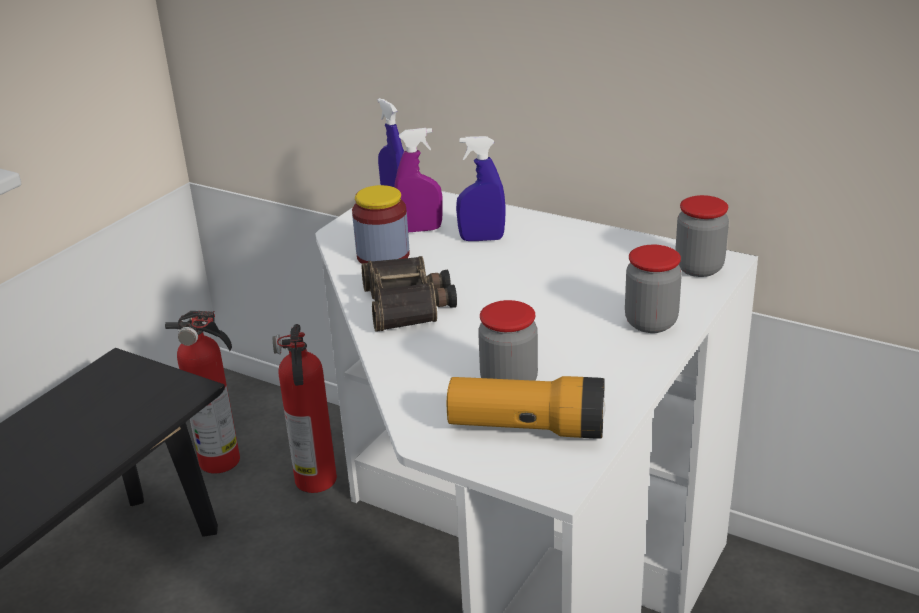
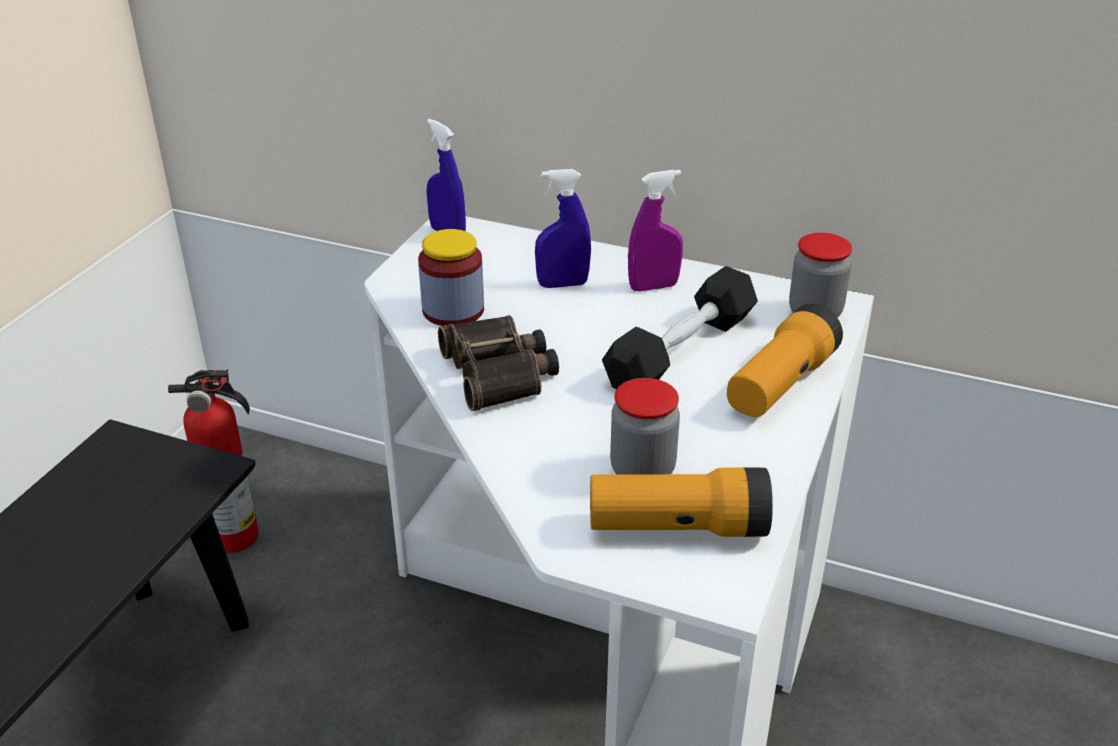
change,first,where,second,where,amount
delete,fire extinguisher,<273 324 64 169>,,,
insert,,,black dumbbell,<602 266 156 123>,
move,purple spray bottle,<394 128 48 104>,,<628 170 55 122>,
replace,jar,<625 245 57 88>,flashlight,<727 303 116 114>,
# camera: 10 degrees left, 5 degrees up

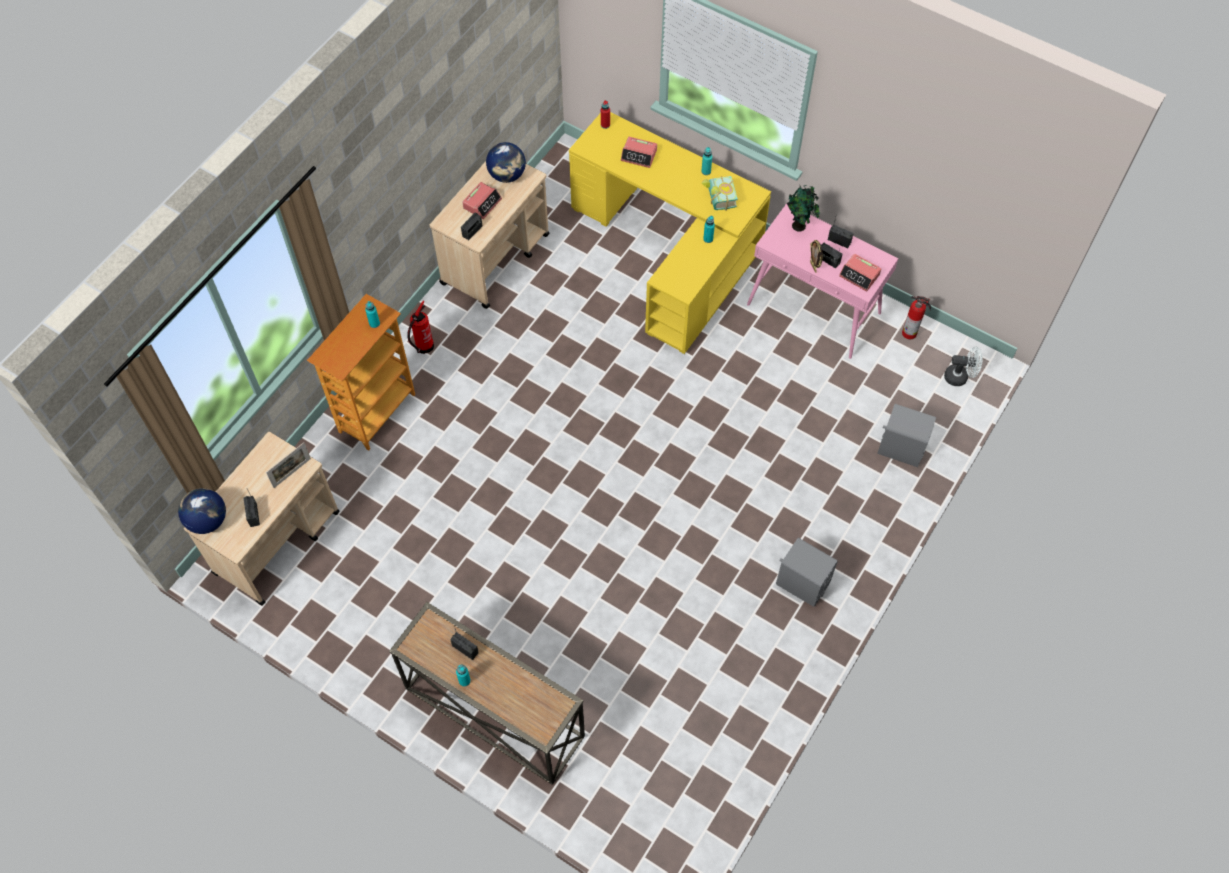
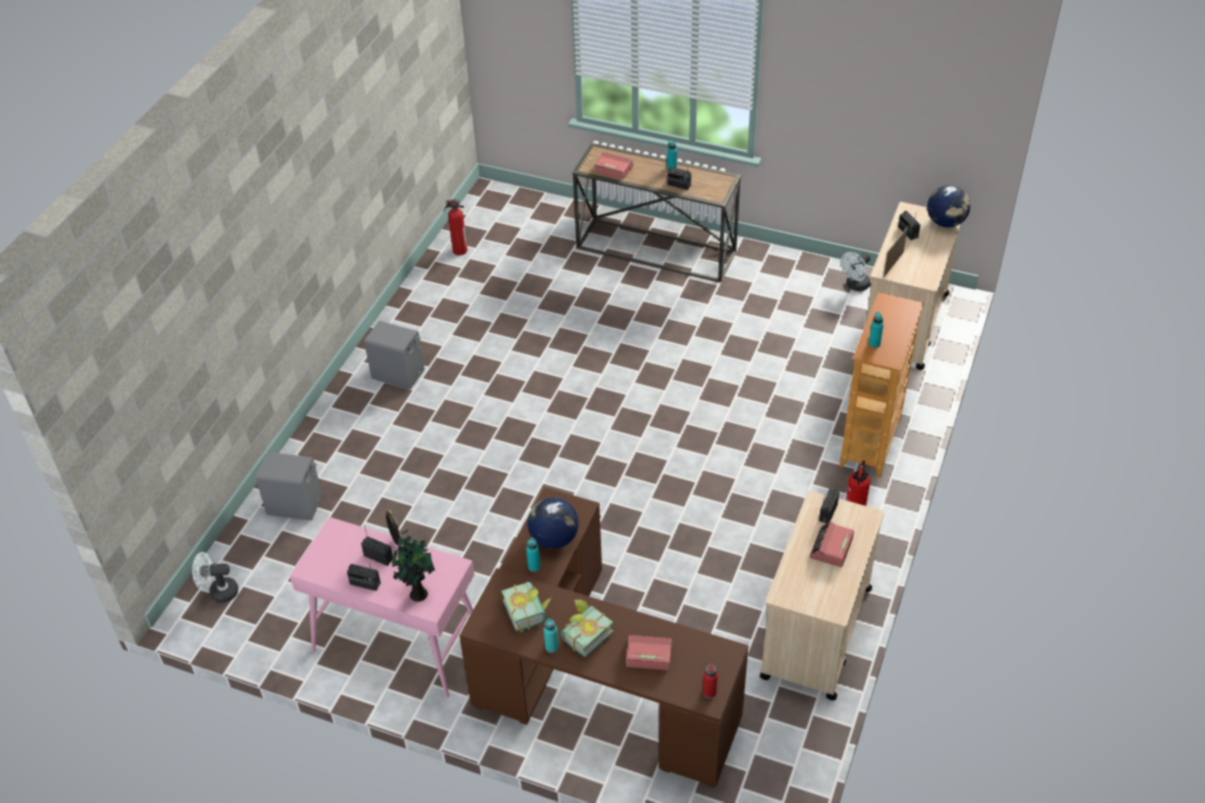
change,first,where,second,where,amount
insert,,,book,<561 600 53 57>,
insert,,,white fan,<841 252 30 39>,
move,globe,<486 142 40 41>,,<527 497 52 52>,
move,alarm clock,<839 254 42 38>,,<595 152 39 28>,
move,fire extinguisher,<902 296 29 43>,,<444 199 23 56>,
recolor,yellow desk,<569 112 202 242>,brown desk,<459 487 290 301>,
# camera: 170 degrees right, 15 degrees down

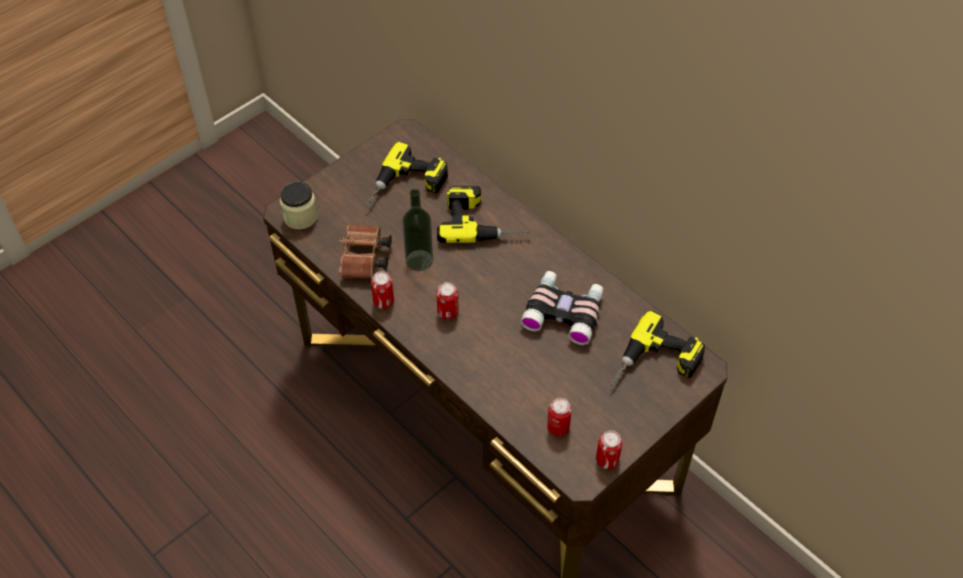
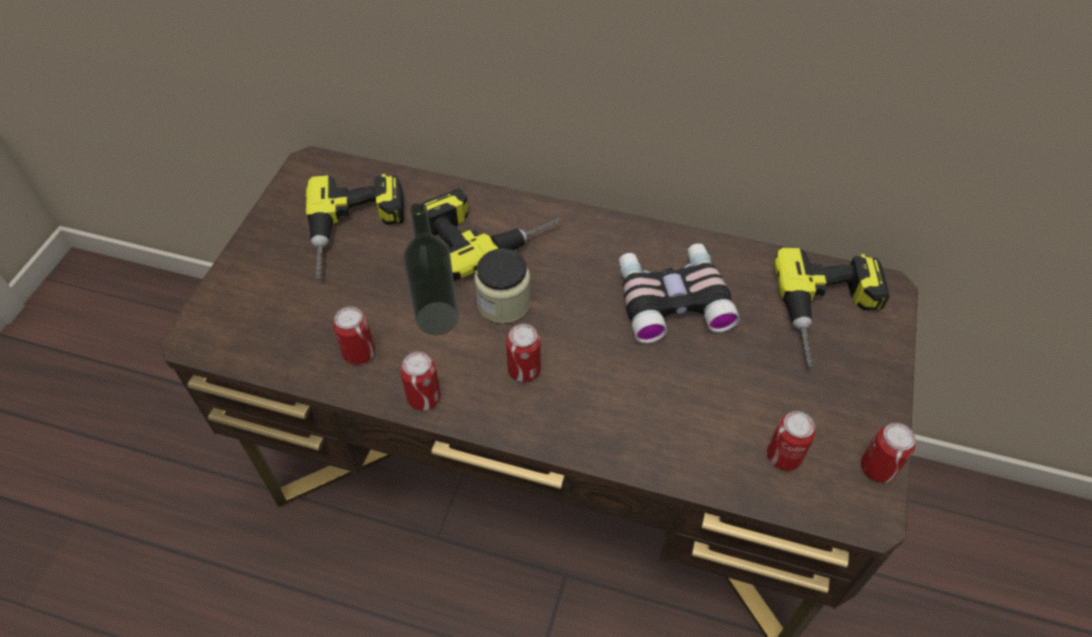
change,first,where,second,where,amount
move,jar,<280 182 38 48>,,<474 248 57 76>,
replace,brown binoculars,<339 224 53 55>,can,<333 307 42 58>,
# camera: 30 degrees left, 0 degrees up

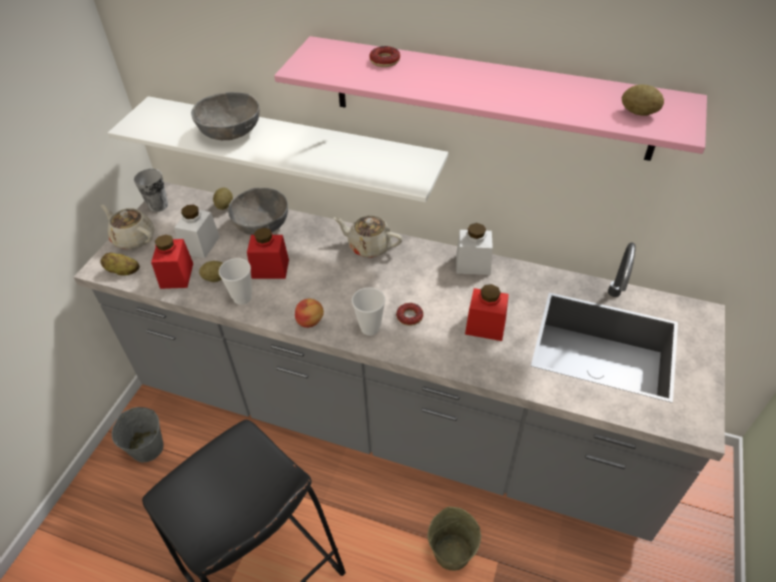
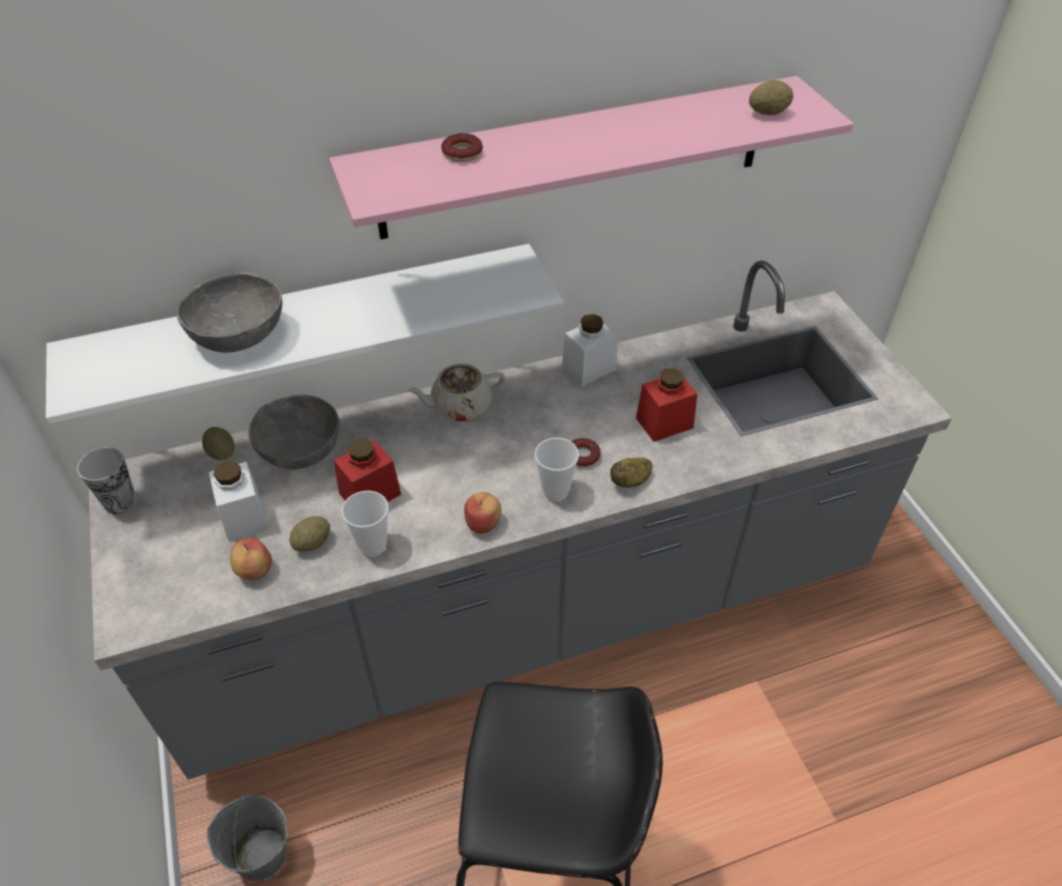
change,first,where,second,where,amount
delete,beige teapot,<101 205 53 44>,,,
delete,beige bucket,<428 507 53 64>,,,
move,potato,<100 253 40 22>,,<610 458 43 30>,
replace,red jar,<151 235 42 54>,apple,<230 538 42 42>,
# camera: 40 degrees left, 0 degrees up

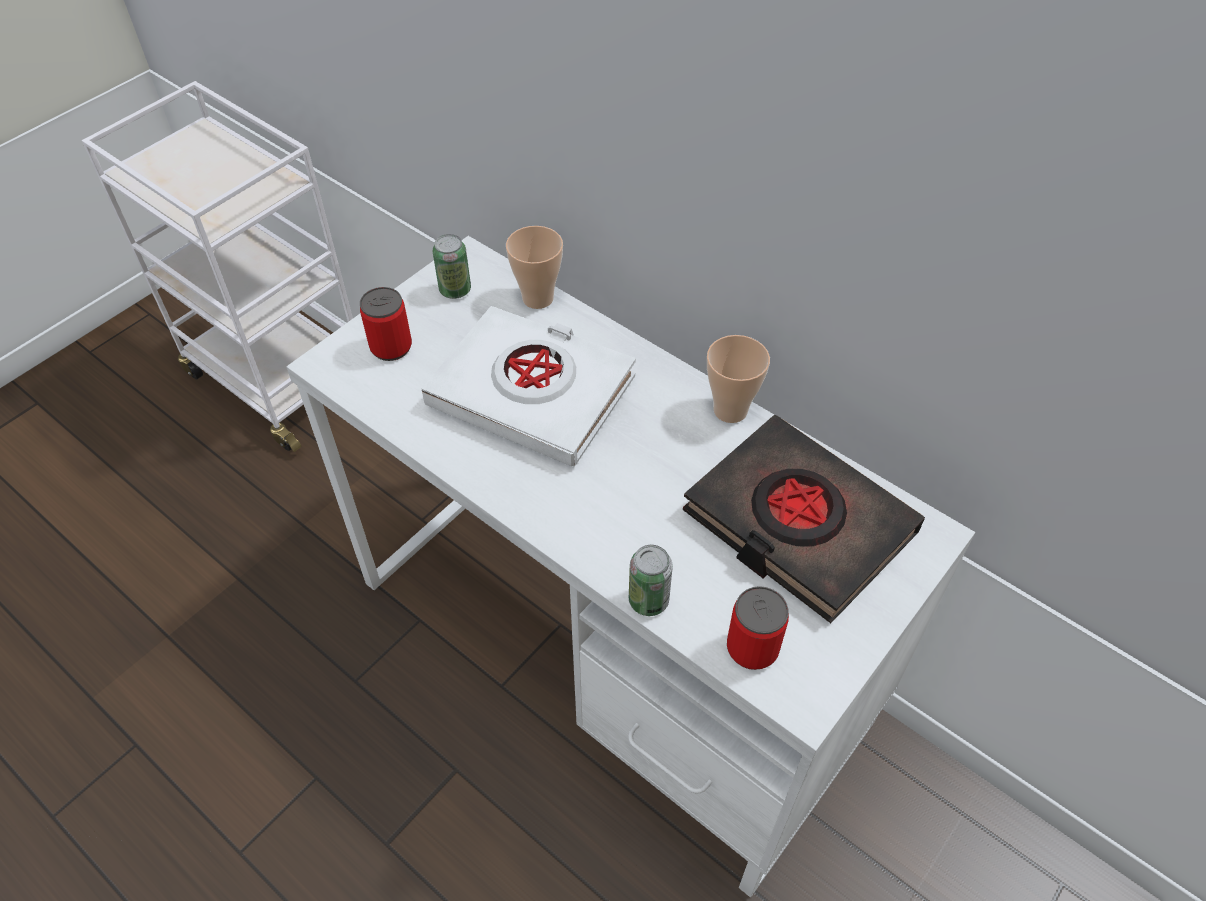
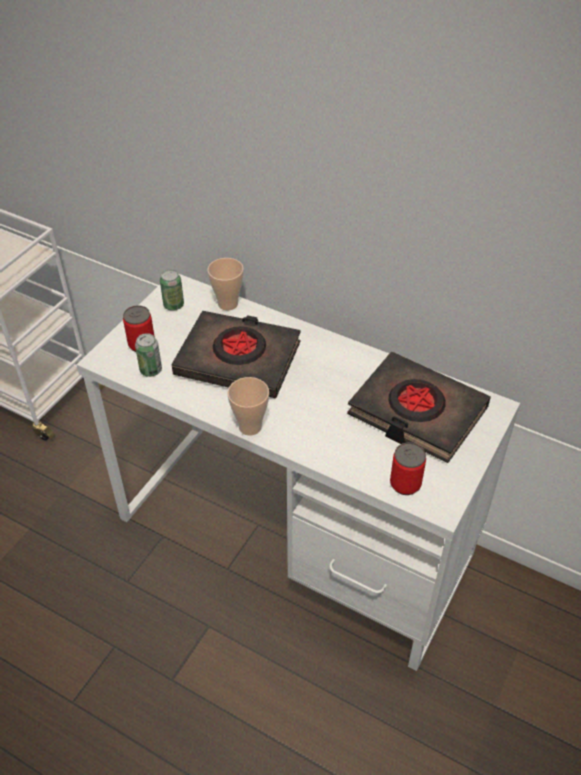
change,first,where,second,where,amount
move,can,<629 545 44 71>,,<135 333 27 44>,
move,cup,<707 335 63 88>,,<228 377 41 59>,
recolor,white book,<421 306 215 161>,black book,<171 311 130 87>,
# camera: 10 degrees left, 5 degrees down

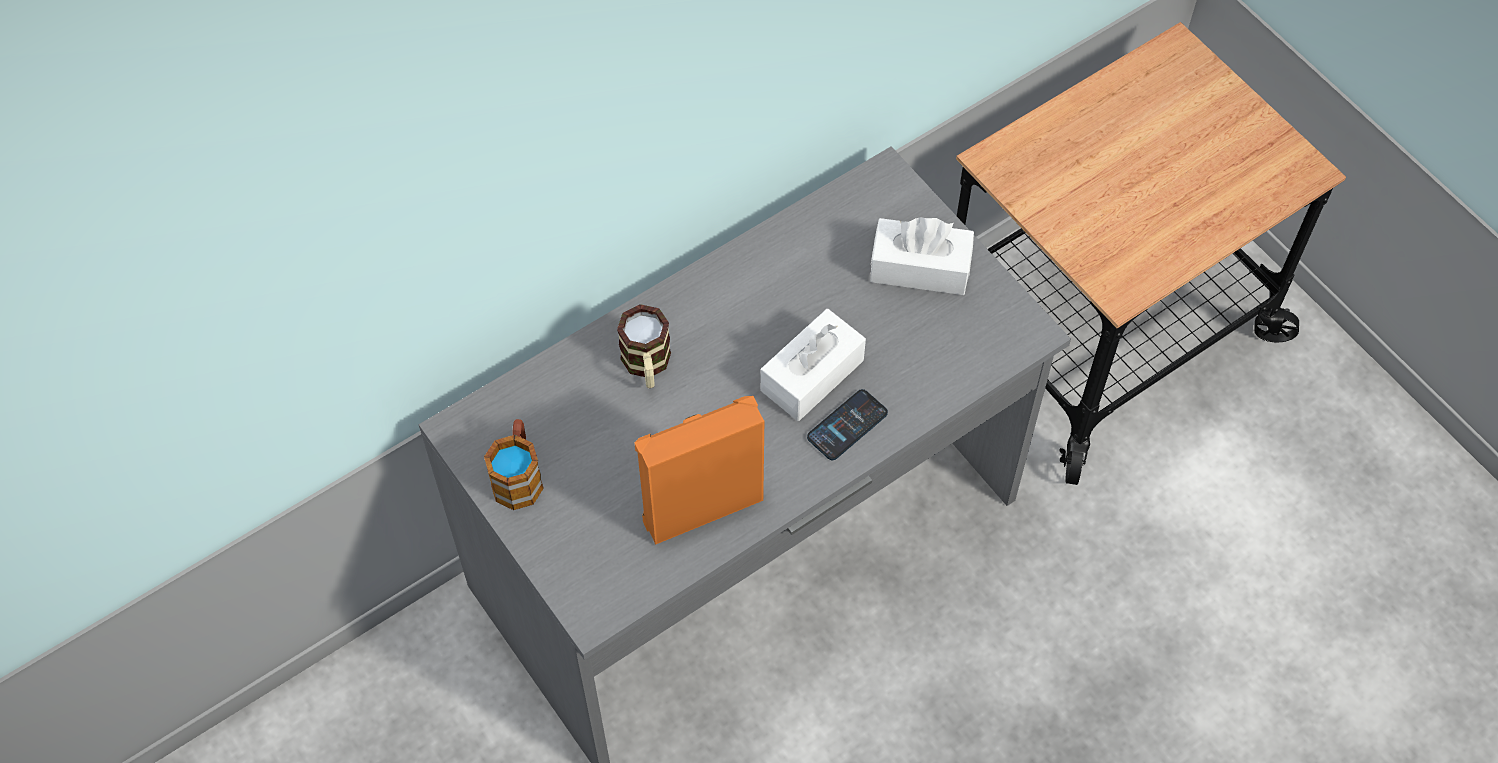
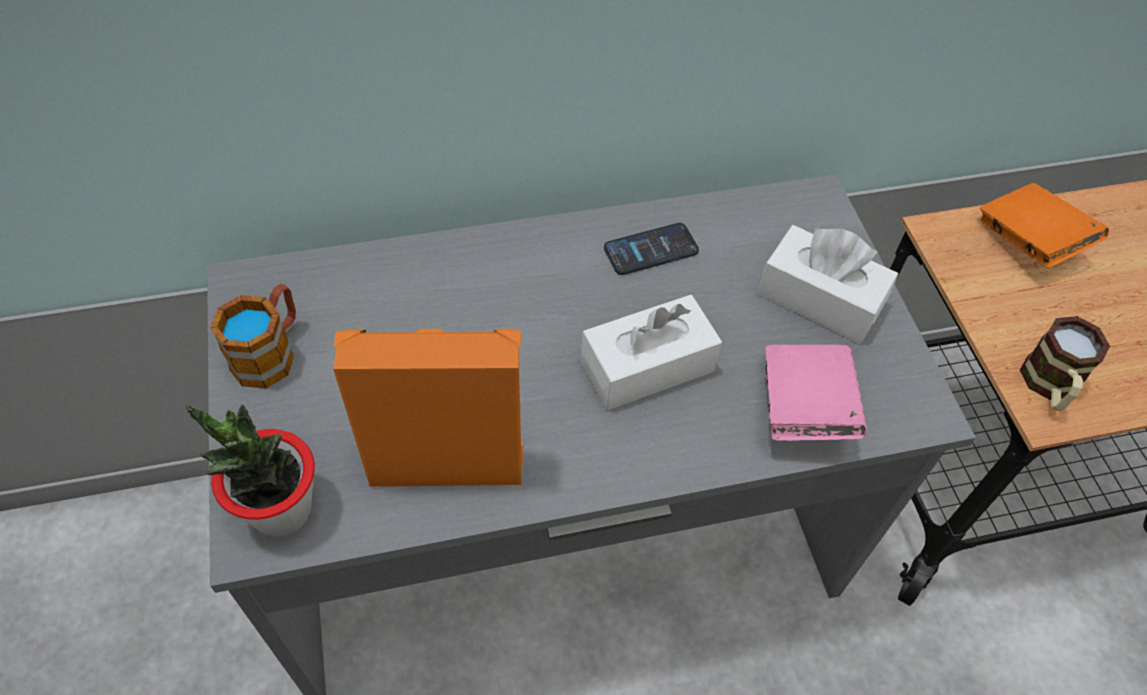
change,first,where,second,where,amount
insert,,,potted plant,<186 405 129 132>,
insert,,,pink book,<765 345 102 96>,
insert,,,orange book,<980 183 129 85>,
move,mug,<617 304 54 84>,,<1020 316 90 95>,
move,phone,<807 389 81 71>,,<604 223 95 52>,
# camera: 20 degrees right, 5 degrees down

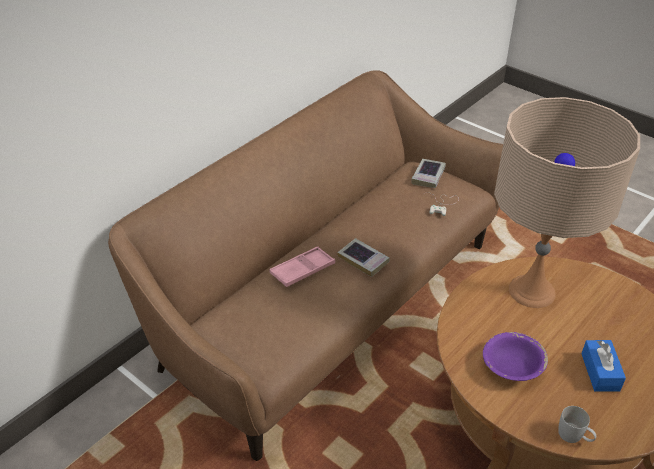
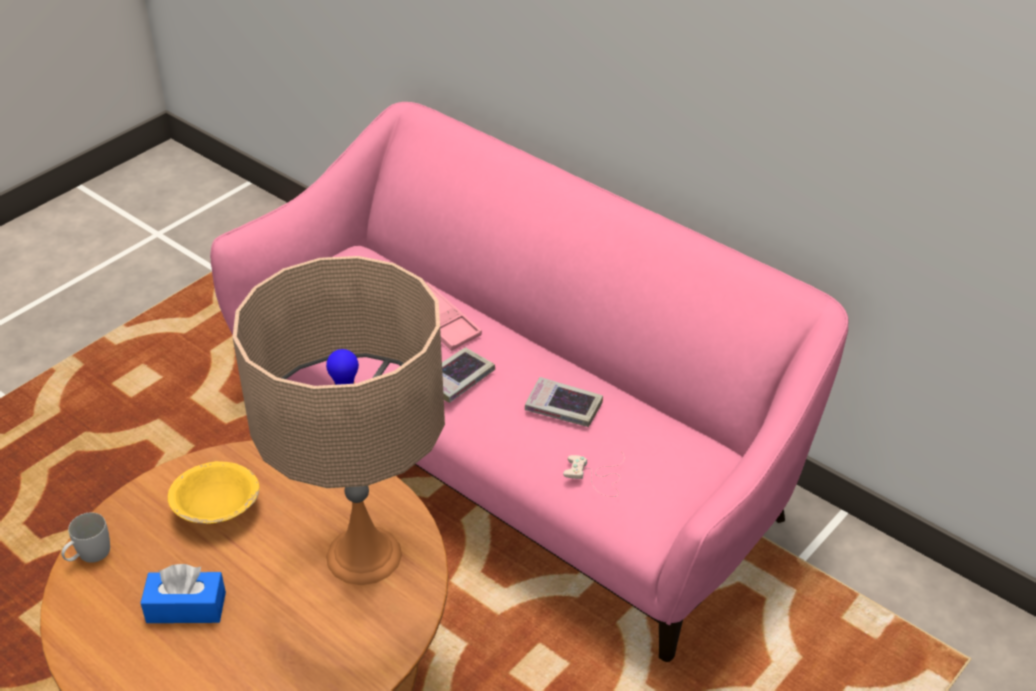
change,first,where,second,where,amount
move,book,<412 159 34 29>,,<525 377 78 50>,
recolor,brown sofa,<108 70 395 391>,pink sofa,<210 102 639 560>,
recolor,purple bowl,<483 332 65 49>,yellow bowl,<168 461 92 63>,
# camera: 90 degrees right, 0 degrees up

